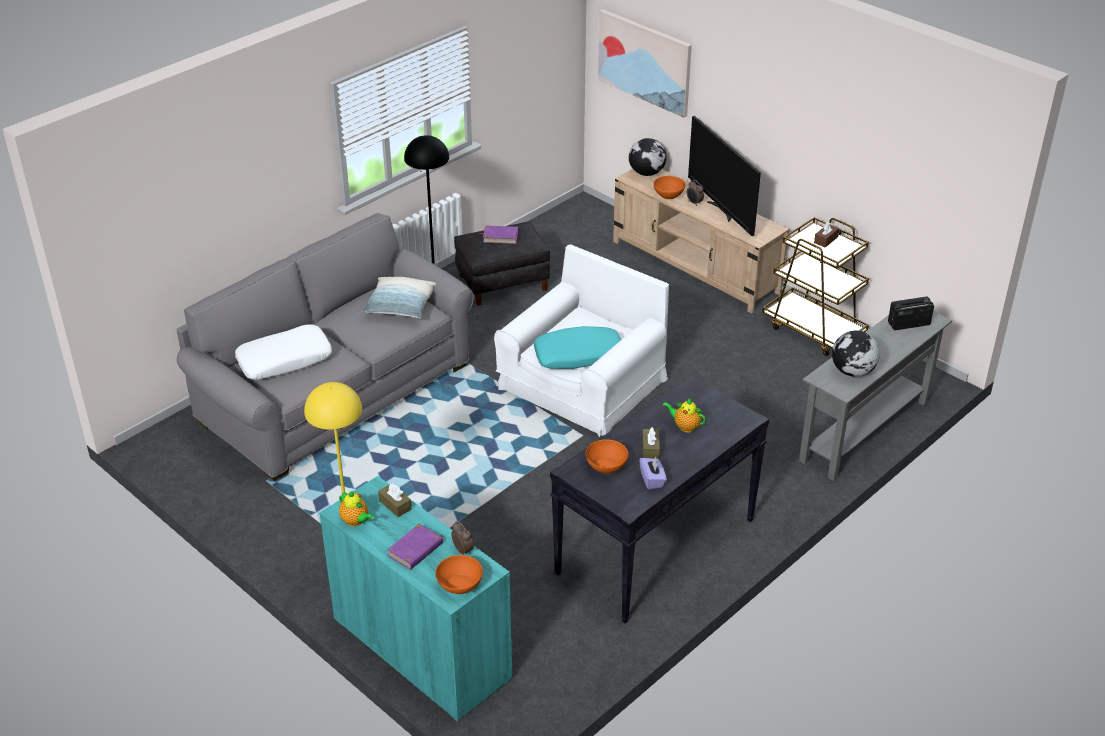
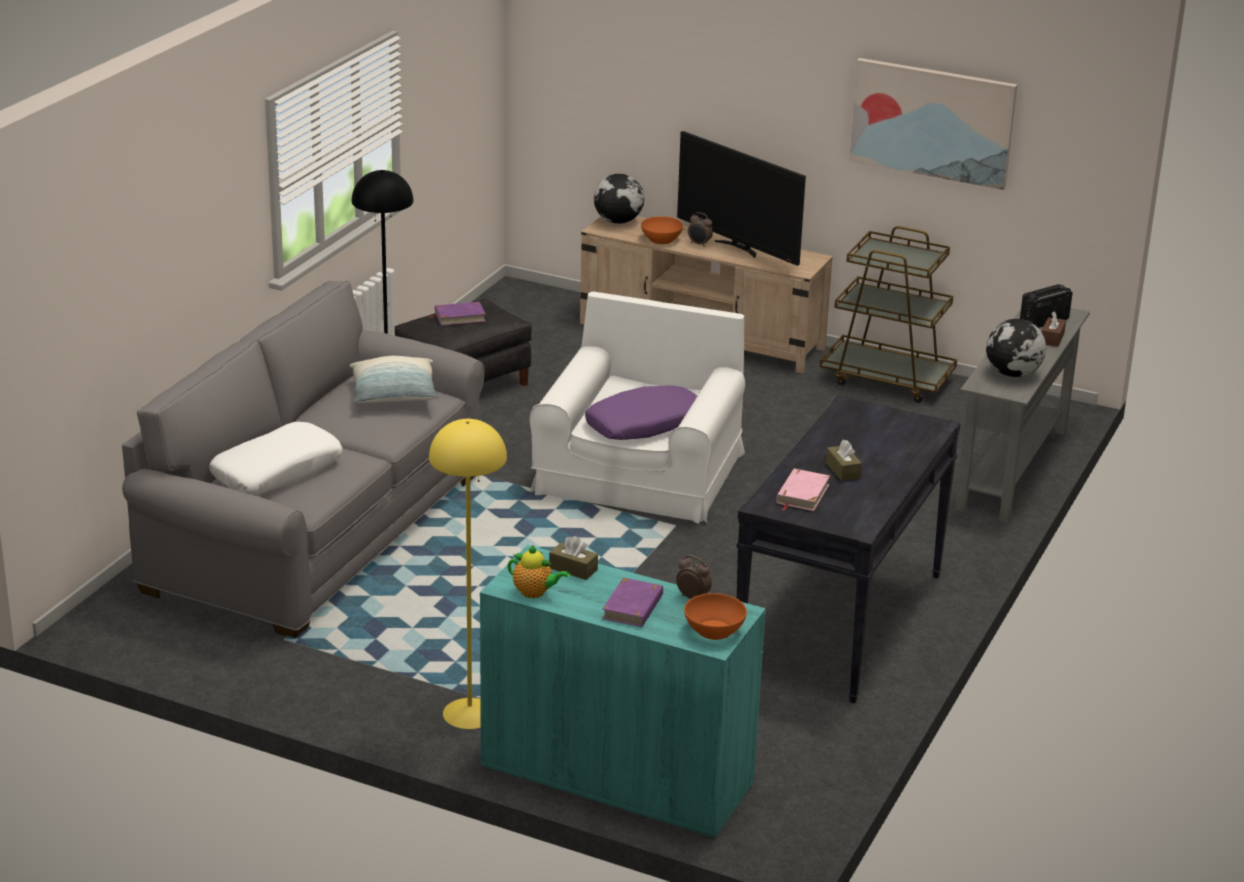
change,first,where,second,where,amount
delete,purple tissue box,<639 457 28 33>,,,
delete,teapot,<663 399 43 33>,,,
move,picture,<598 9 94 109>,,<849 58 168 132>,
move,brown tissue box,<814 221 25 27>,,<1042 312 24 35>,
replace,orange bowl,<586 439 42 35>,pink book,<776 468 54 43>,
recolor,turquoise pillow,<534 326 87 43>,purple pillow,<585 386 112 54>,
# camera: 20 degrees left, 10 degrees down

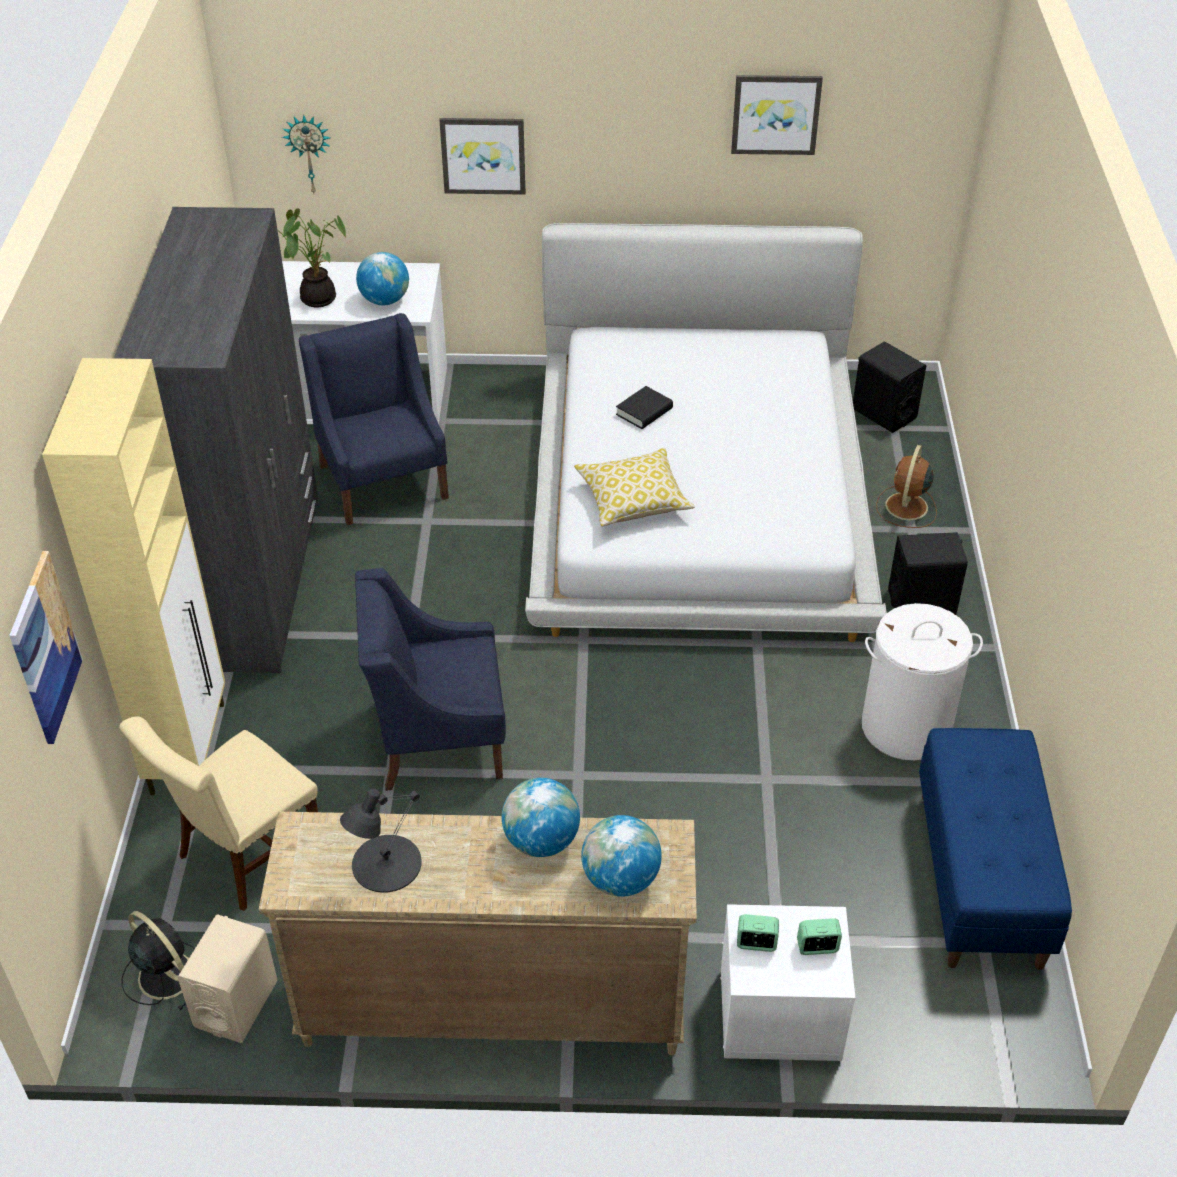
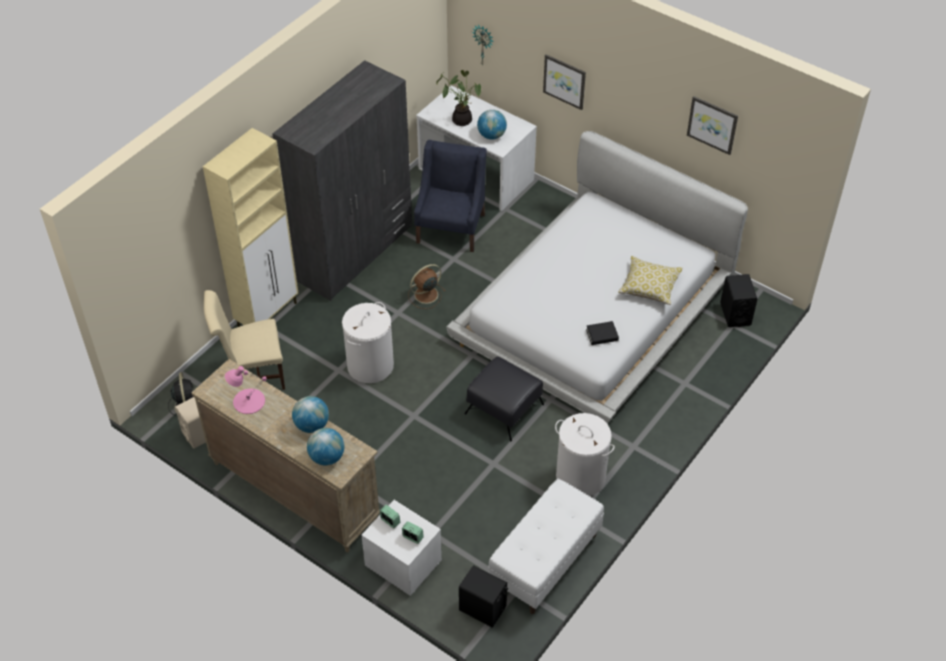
change,first,where,second,where,amount
delete,picture,<9 551 74 193>,,,
insert,,,black ottoman,<465 356 79 85>,
move,pillow,<574 448 121 78>,,<619 256 64 49>,
move,black book,<616 386 57 43>,,<586 321 33 24>,
move,brown fan,<876 445 61 83>,,<408 264 37 45>,
move,black speaker,<888 532 80 83>,,<459 565 49 63>,
replace,blue armchair,<355 568 151 223>,white laundry basket,<342 302 52 81>,
recolor,black table lamp,<340 789 82 104>,pink table lamp,<225 366 41 48>,
recolor,blue bench,<919 728 153 242>,white bench,<488 478 116 136>,
# camera: 35 degrees right, 5 degrees up

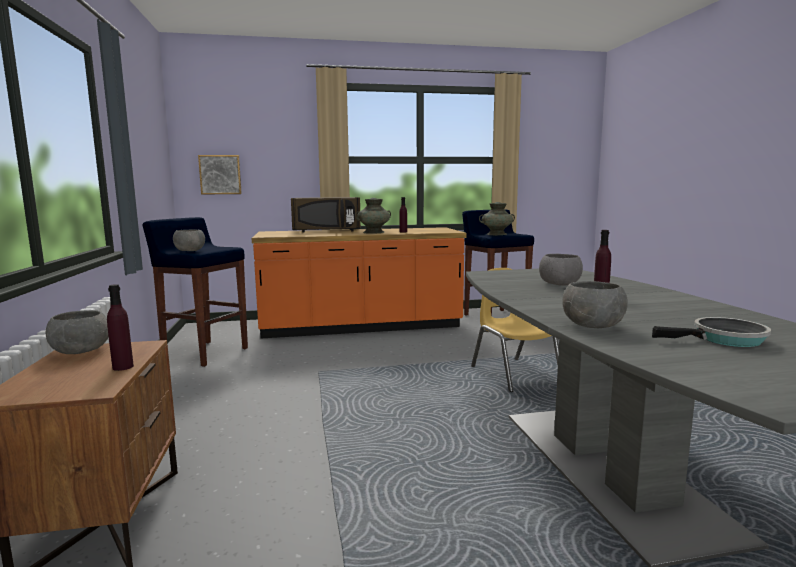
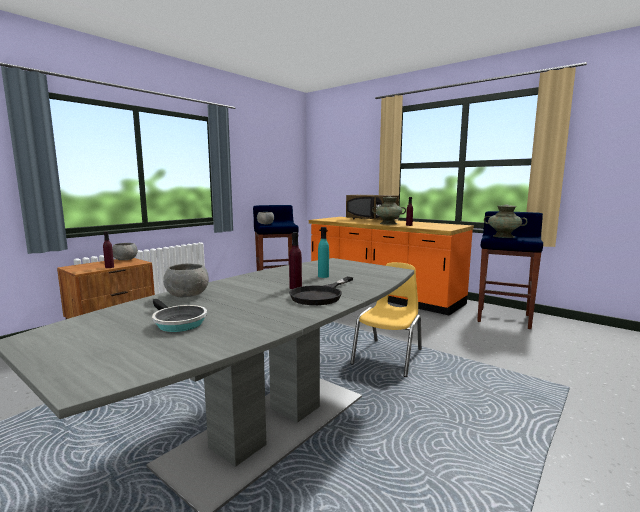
change,first,where,second,where,amount
delete,picture,<198 155 44 40>,,,
insert,,,black frying pan,<289 277 64 28>,
replace,grey bowl,<539 254 44 32>,turquoise bottle,<318 227 11 51>,
# camera: 50 degrees right, 0 degrees up

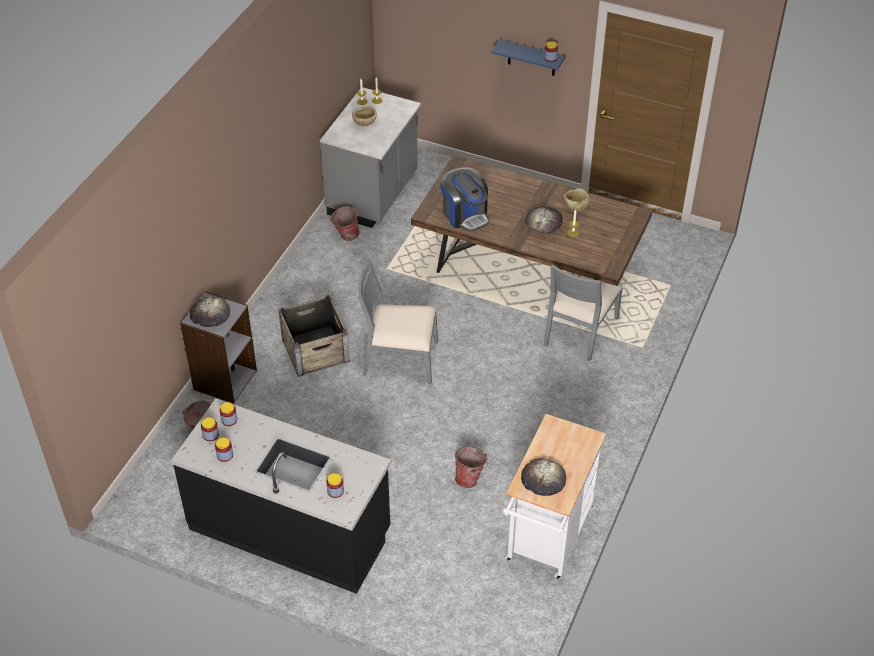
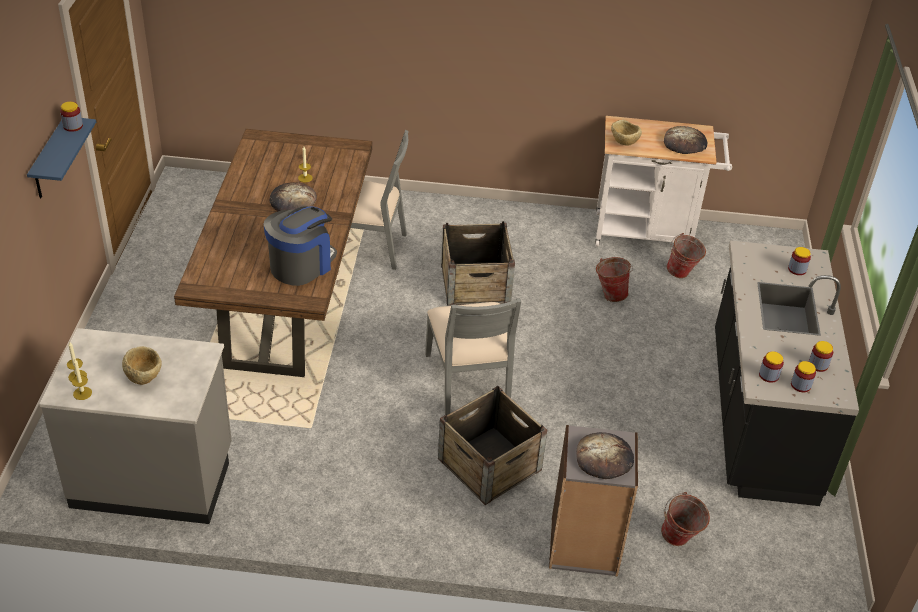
change,first,where,second,where,amount
insert,,,crate,<441 221 74 85>,
move,bucket,<330 206 30 35>,,<667 233 39 45>,
move,beige bowl,<564 188 26 24>,,<611 120 31 26>,
# camera: 110 degrees left, 5 degrees down

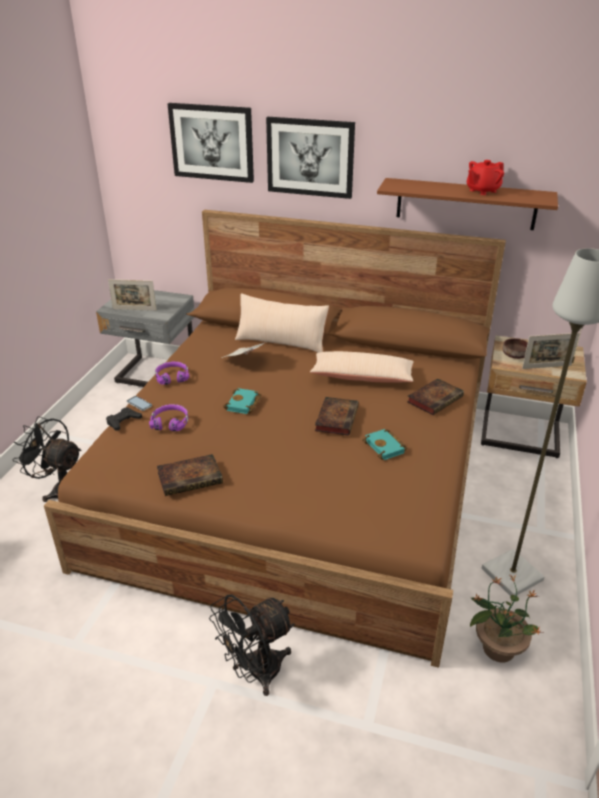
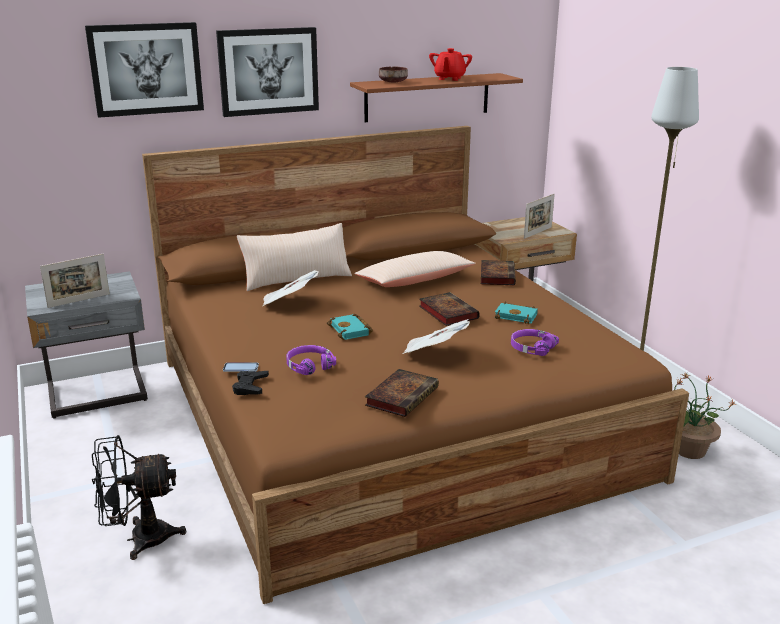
change,first,where,second,where,amount
delete,black fan,<209 594 85 102>,,,
insert,,,newspaper,<402 319 68 35>,
move,purple headphones,<155 361 35 24>,,<511 329 48 27>,
move,brown bowl,<503 338 25 21>,,<379 66 29 16>,
# camera: 40 degrees left, 10 degrees down

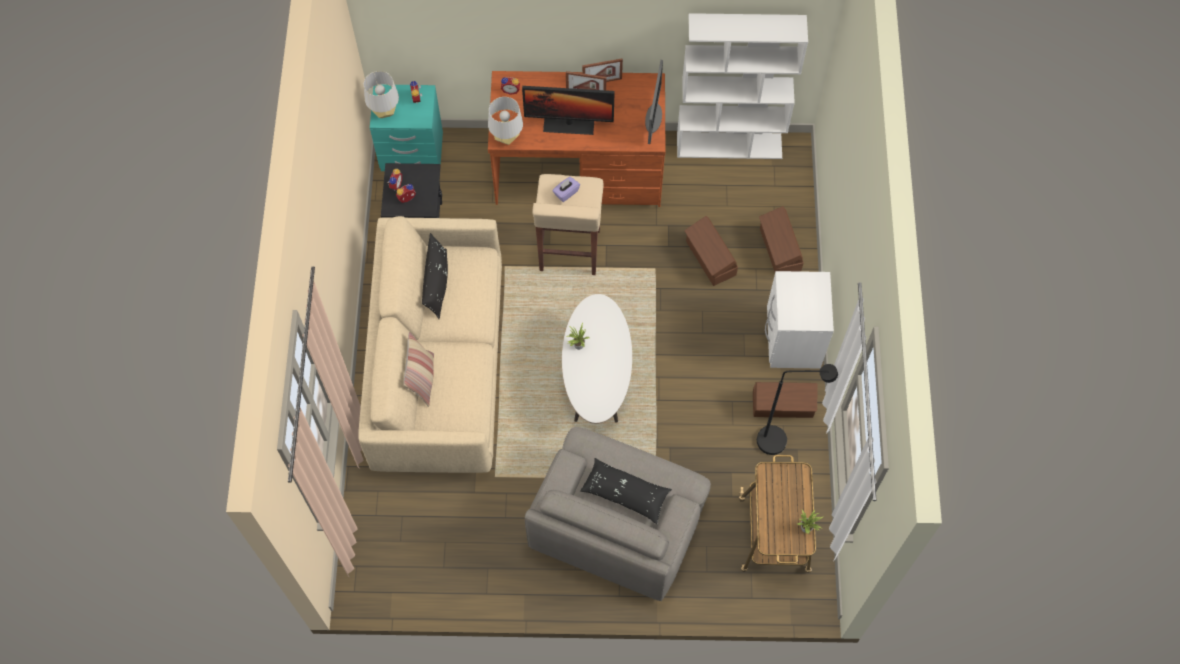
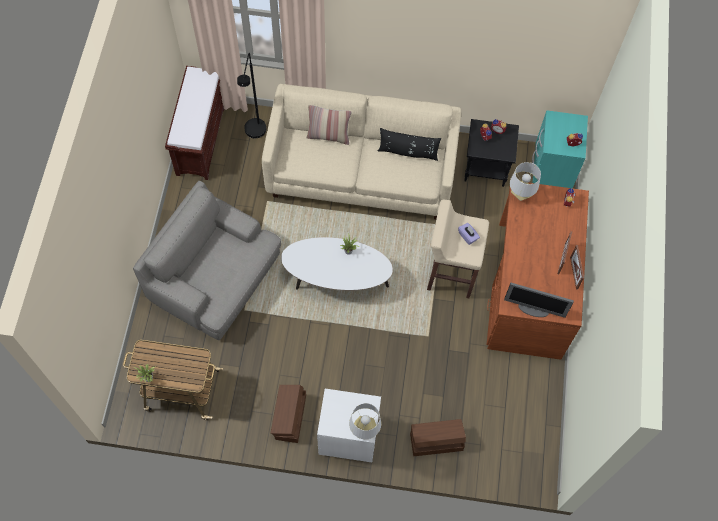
change,first,where,second,where,amount
delete,monitor,<522 86 93 49>,,,
delete,black pillow,<580 458 92 66>,,,
delete,white bookcase,<677 13 131 146>,,,
delete,brown storage box,<684 216 54 70>,,,
insert,,,brown bench,<165 66 59 114>,
move,grey table lamp,<364 71 35 47>,,<349 403 32 36>,
move,black floor lamp,<757 364 81 91>,,<237 53 29 85>,
# camera: 95 degrees right, 0 degrees up

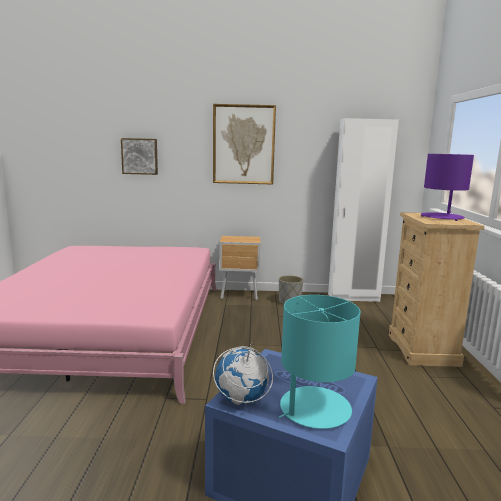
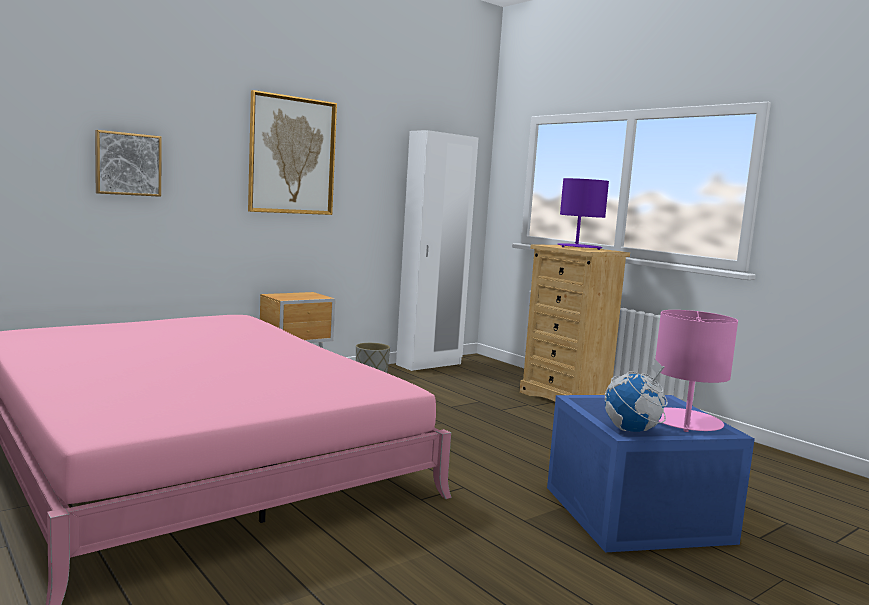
change,first,where,second,where,amount
recolor,turquoise table lamp,<278 295 82 134>,pink table lamp,<655 310 83 122>,
# camera: 40 degrees left, 5 degrees down

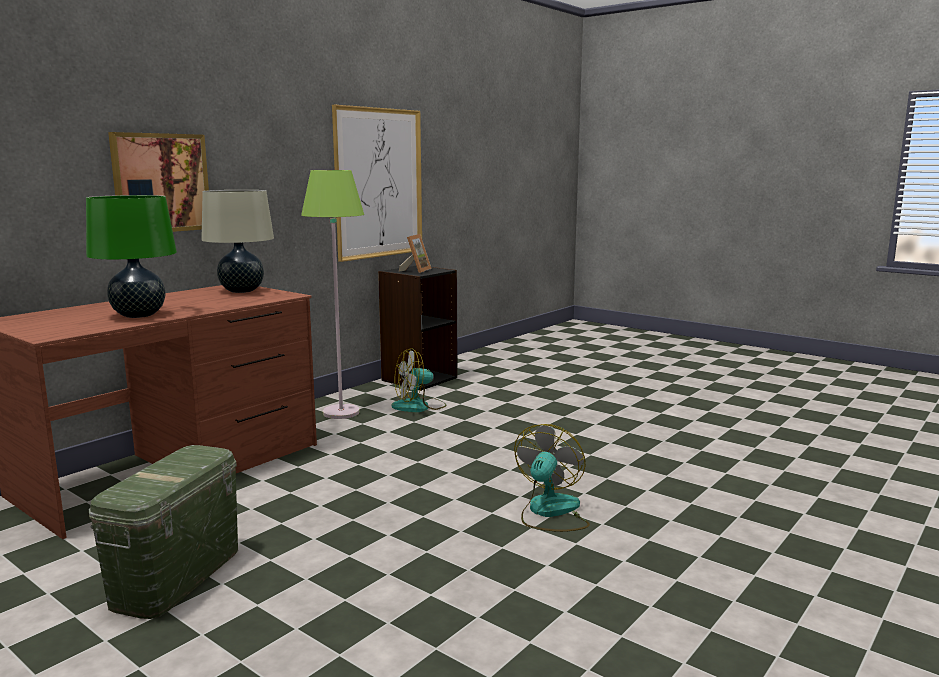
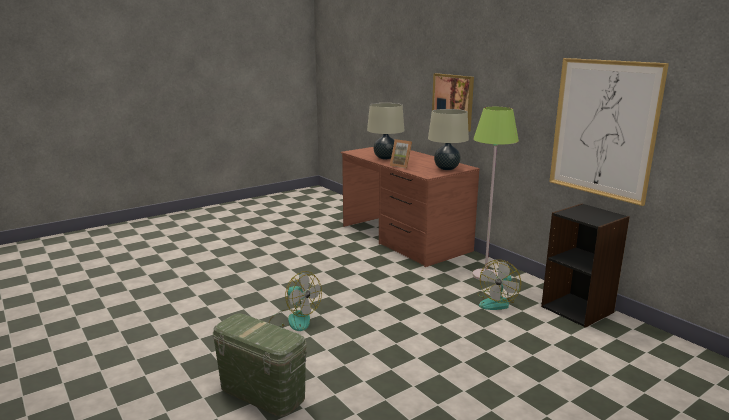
change,first,where,second,where,amount
move,green storage box,<89 445 149 174>,,<213 313 94 104>,
move,picture frame,<399 234 33 39>,,<390 139 22 29>,
recolor,green table lamp,<86 195 91 123>,beige table lamp,<367 103 37 56>,
rotate,fan,<391 348 56 64>,,<478 260 43 50>,135 degrees counterclockwise
# camera: 105 degrees right, 5 degrees up

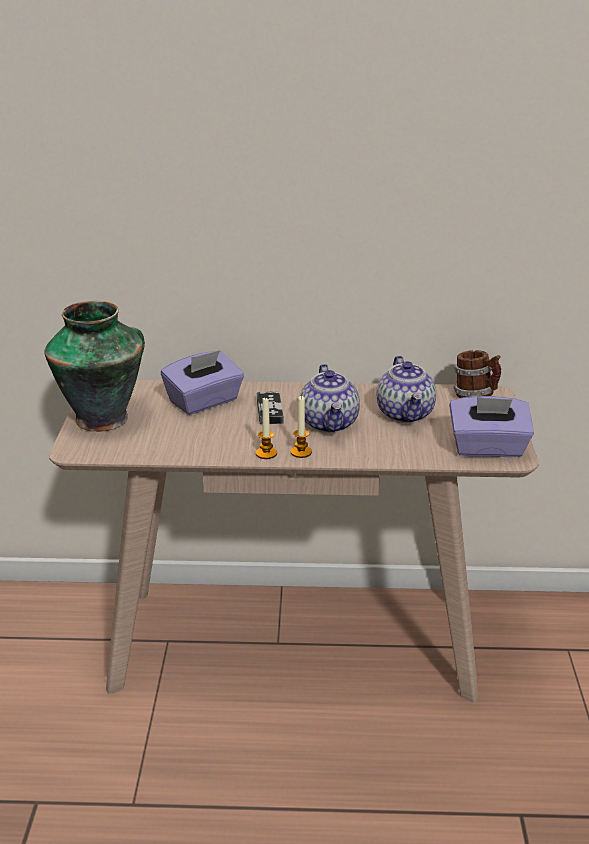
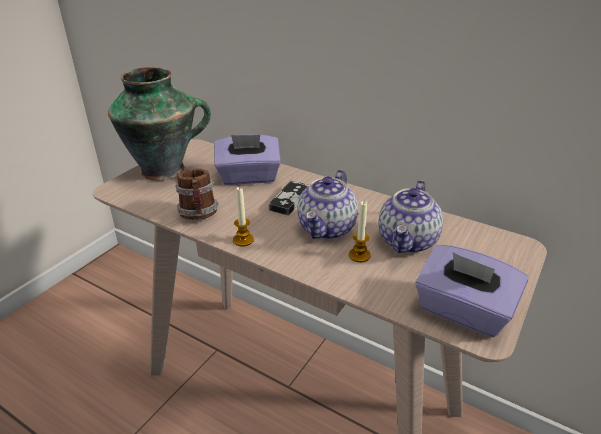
change,first,where,second,where,amount
move,candle,<290 395 22 63>,,<349 201 22 61>,
move,mug,<453 350 48 48>,,<175 169 44 51>,
# camera: 30 degrees right, 5 degrees up

